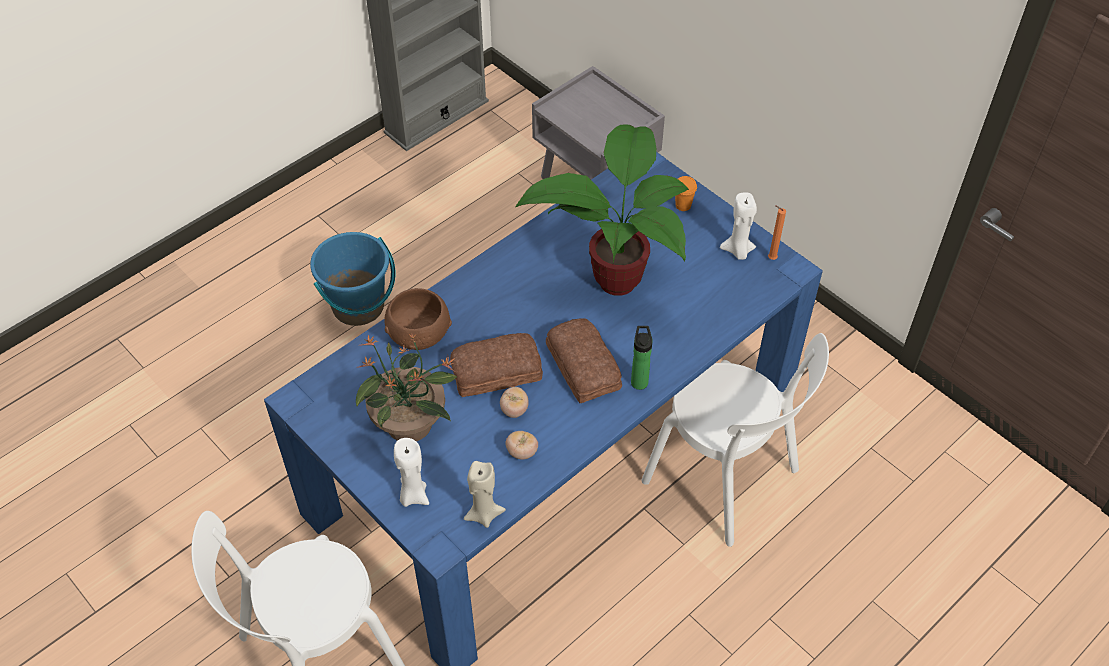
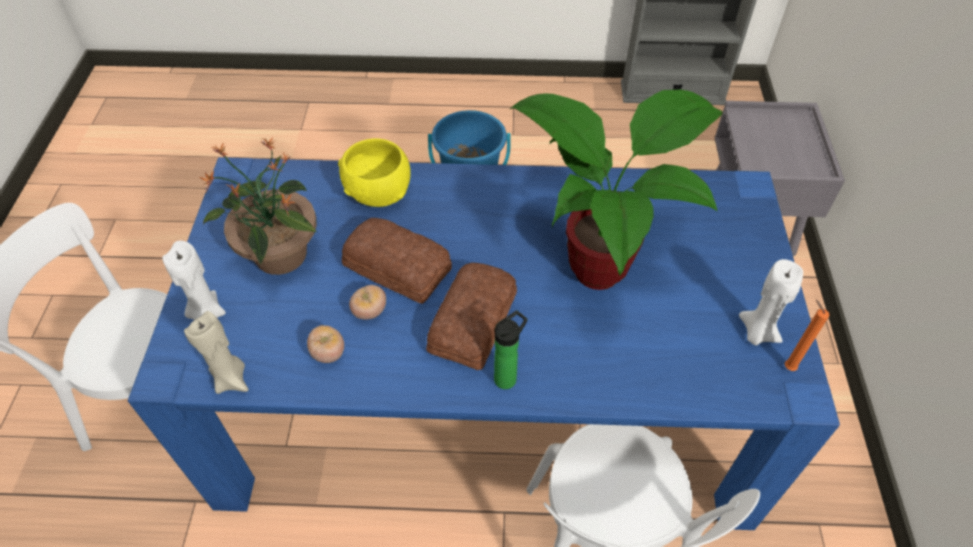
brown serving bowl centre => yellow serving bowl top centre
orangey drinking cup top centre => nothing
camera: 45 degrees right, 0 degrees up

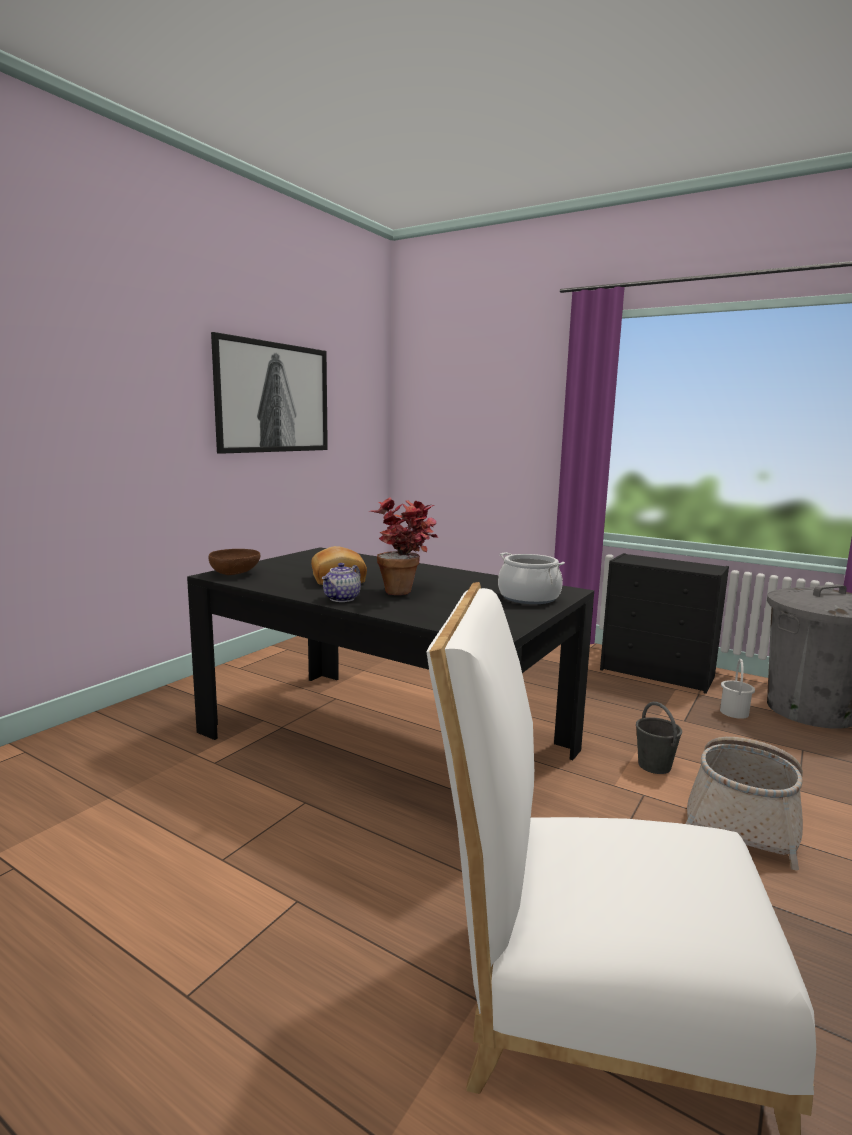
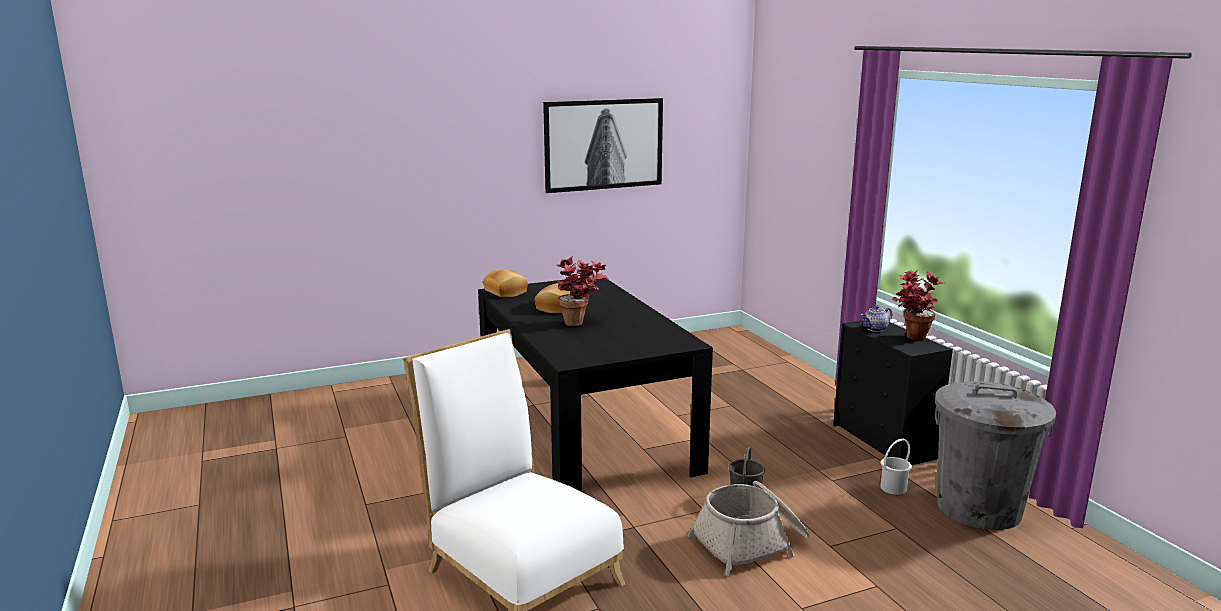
brown serving bowl middle left => bread (no. 1 from left) centre
teapot centre => teapot middle right, shifted
cooking pot centre => nothing
nothing => houseplant (no. 2 from left) middle right
camera: 35 degrees right, 5 degrees up

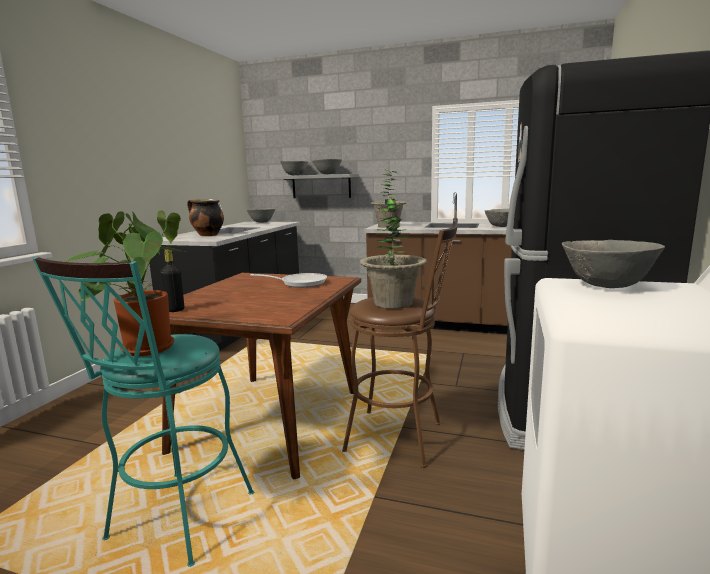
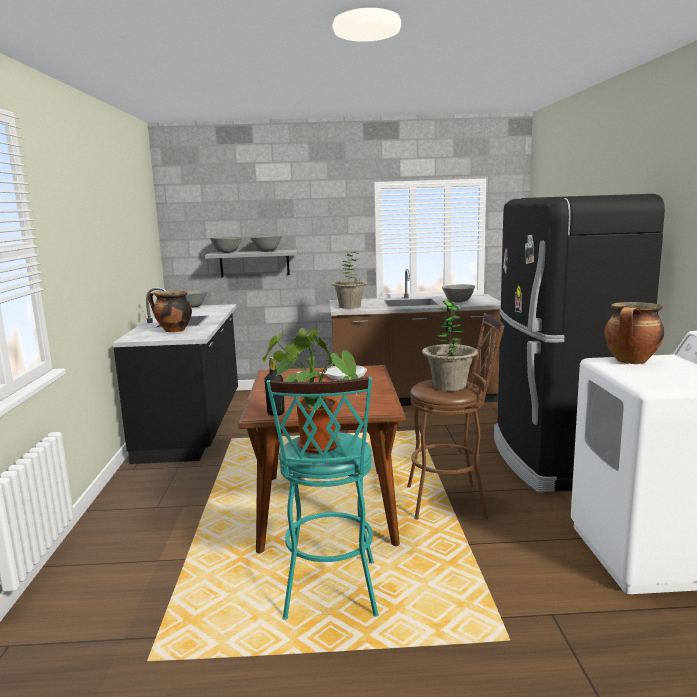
grey serving bowl (no. 5 from left) middle right => cooking pot (no. 2 from left) middle right
camera: 20 degrees left, 0 degrees up

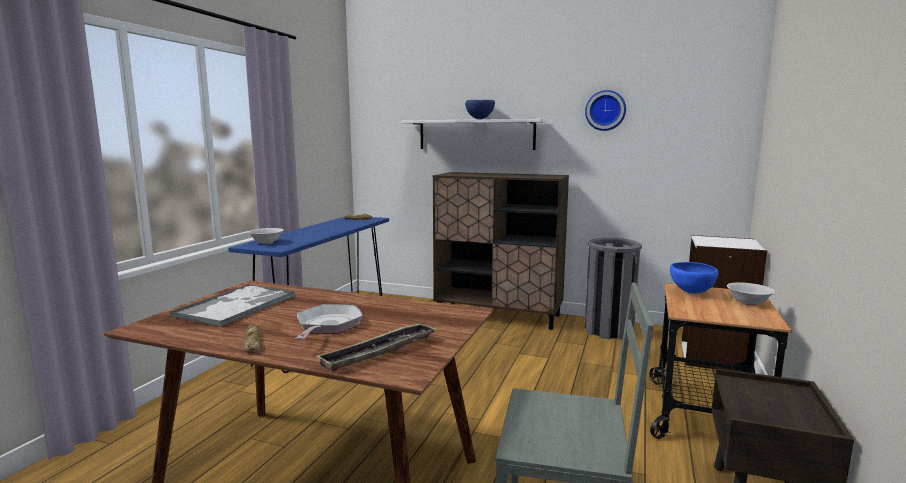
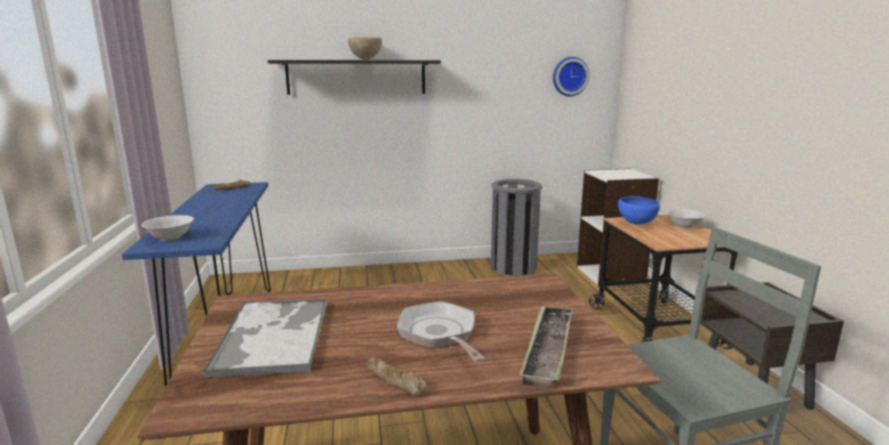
white-coloured shelf top centre => black-coloured shelf top centre
brown cupboard centre => nothing
bluish serving bowl (no. 1 from left) top centre => brown serving bowl top centre
clock on the wall top right => clock on the wall top centre, shifted
camera: 30 degrees left, 5 degrees up

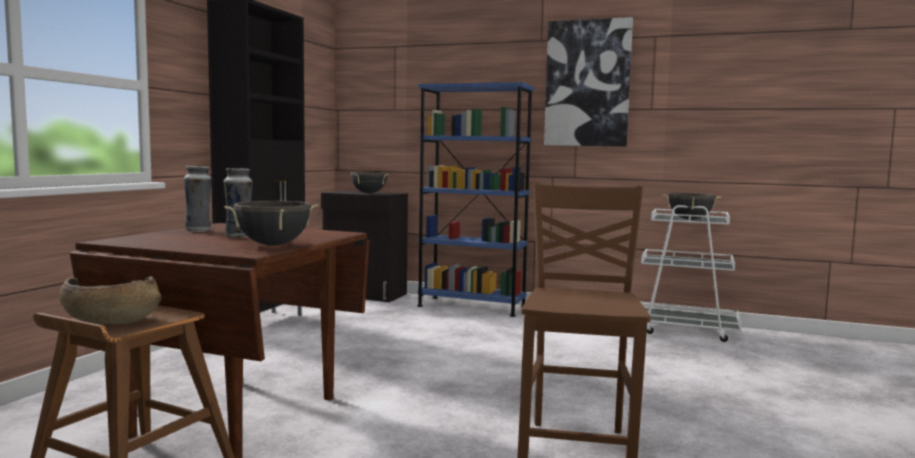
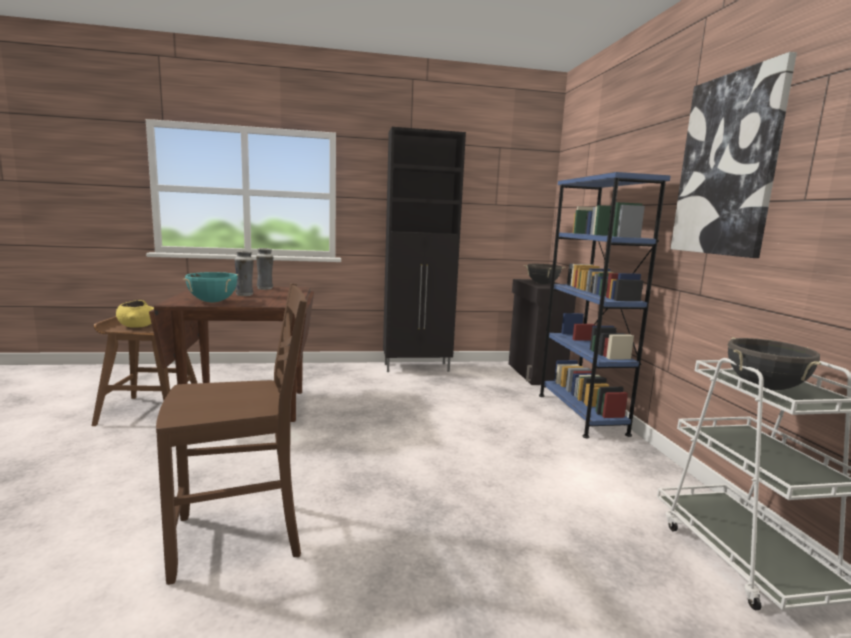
brown serving bowl middle left => yellow serving bowl middle left
black-coloured cooking pot (no. 1 from left) middle left => turquoise cooking pot middle left
camera: 60 degrees right, 5 degrees up

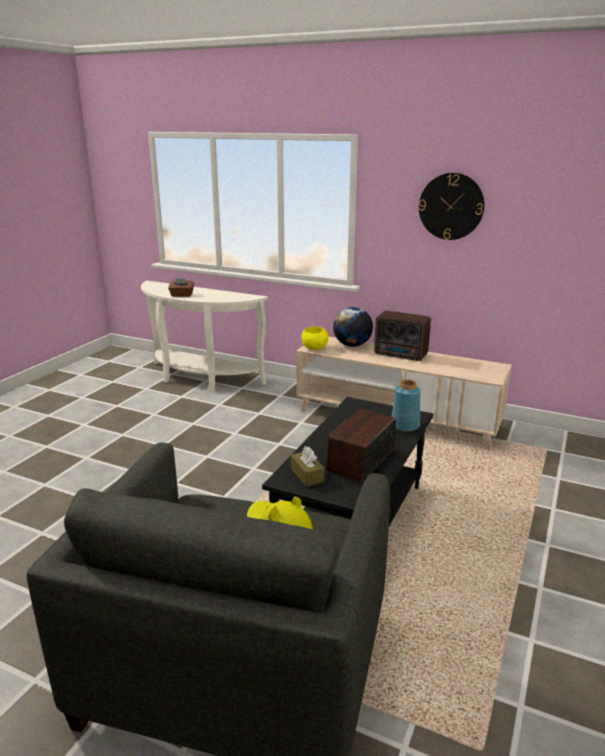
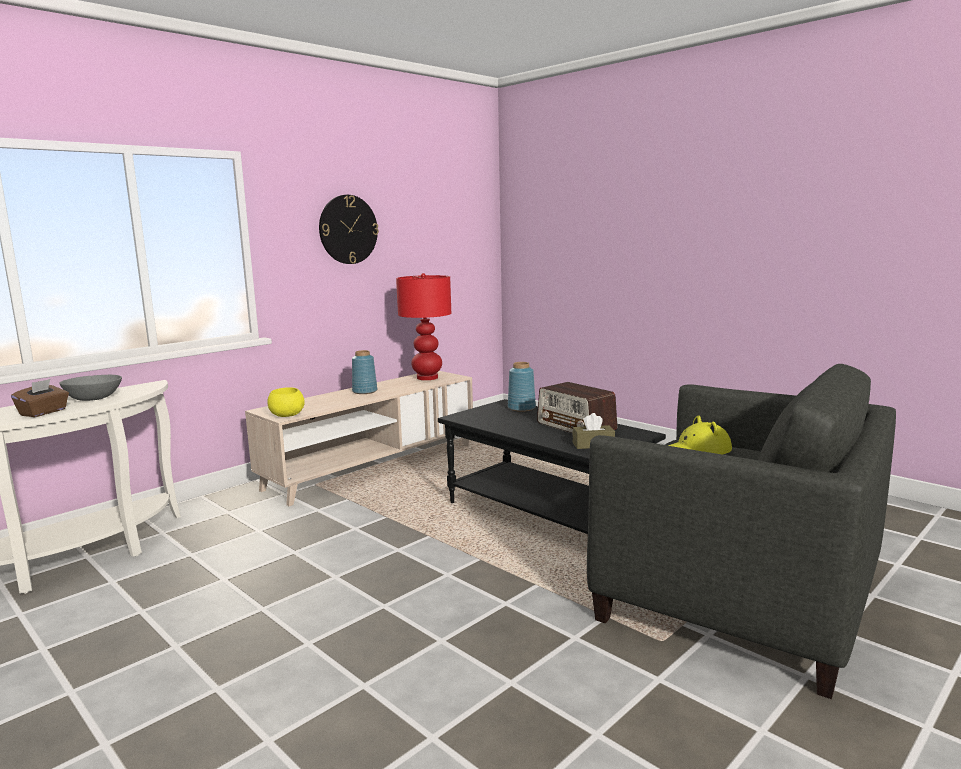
globe centre => nothing
radio receiver (no. 2 from left) centre => bluish flower vase (no. 1 from left) centre
nothing => grey serving bowl middle left
nothing => red-coloured table lamp centre
camera: 70 degrees left, 10 degrees down

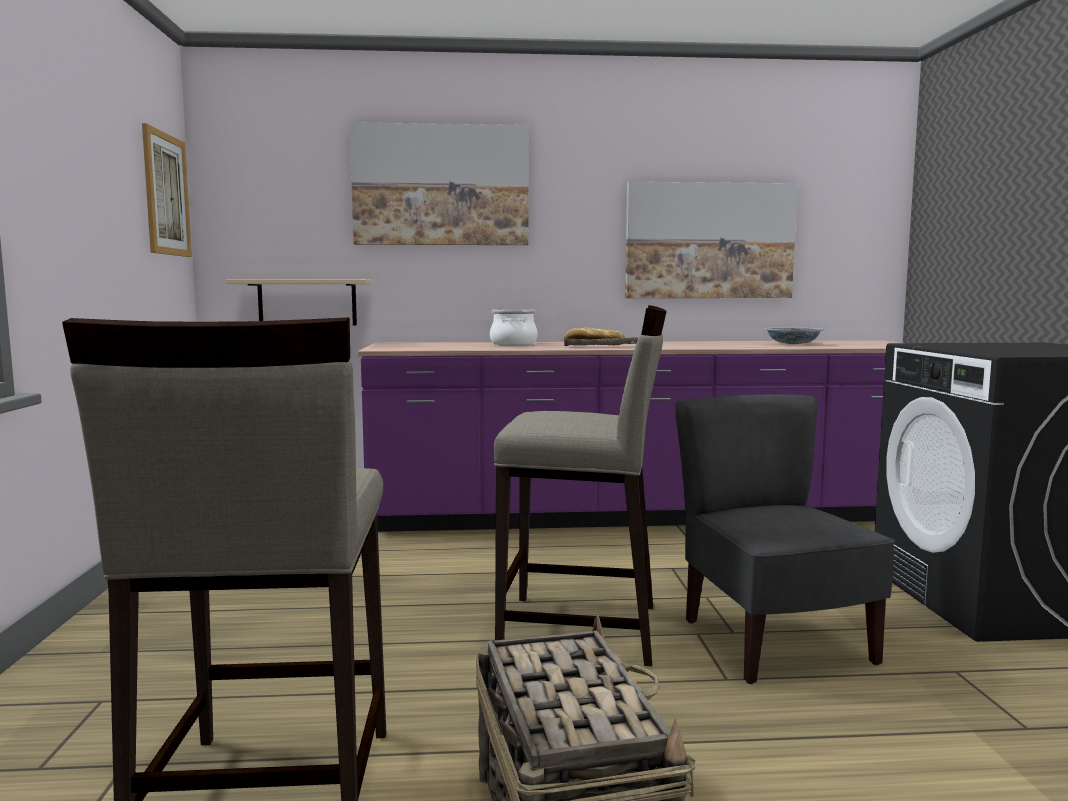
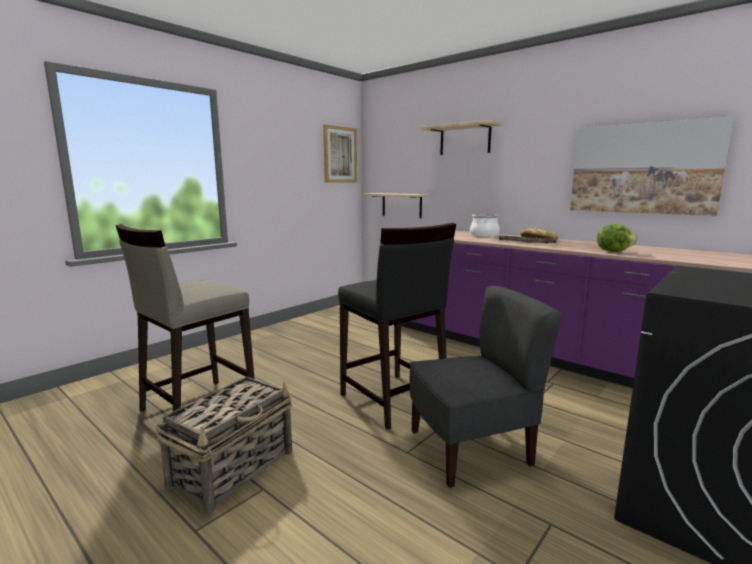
wall art (no. 2 from left) top centre => sand-coloured shelf (no. 2 from left) top centre
sand-coloured sitting stool (no. 2 from left) centre => black-coloured sitting stool centre
grey plain chair bottom right => grey plain chair bottom centre, 45 degrees clockwise
serving bowl middle right => nothing
nothing => head of lettuce middle right
camera: 45 degrees right, 5 degrees up

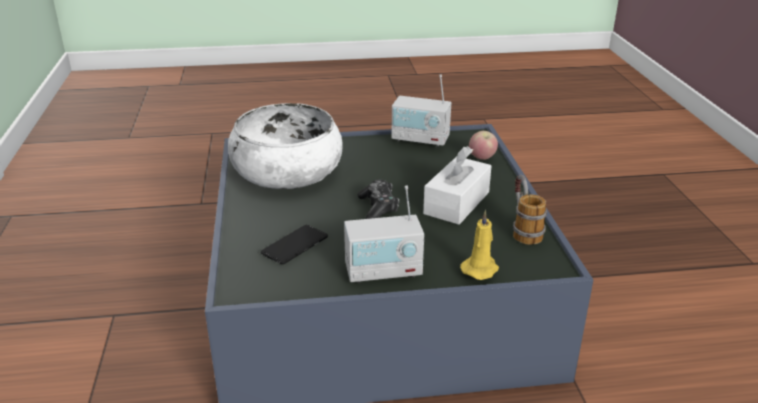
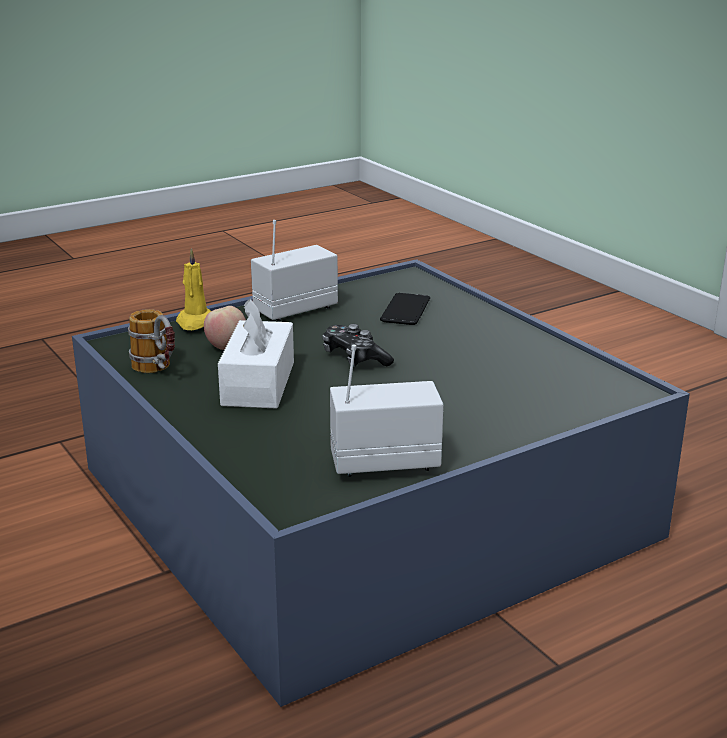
white-coloured serving bowl centre => nothing
whole apple centre => whole apple middle left, shifted
camera: 155 degrees right, 5 degrees down

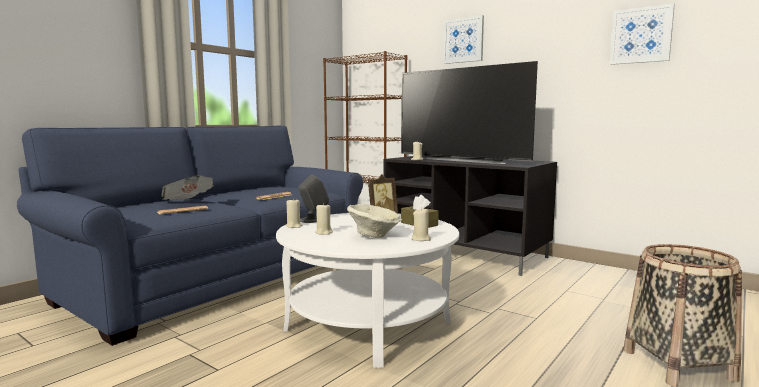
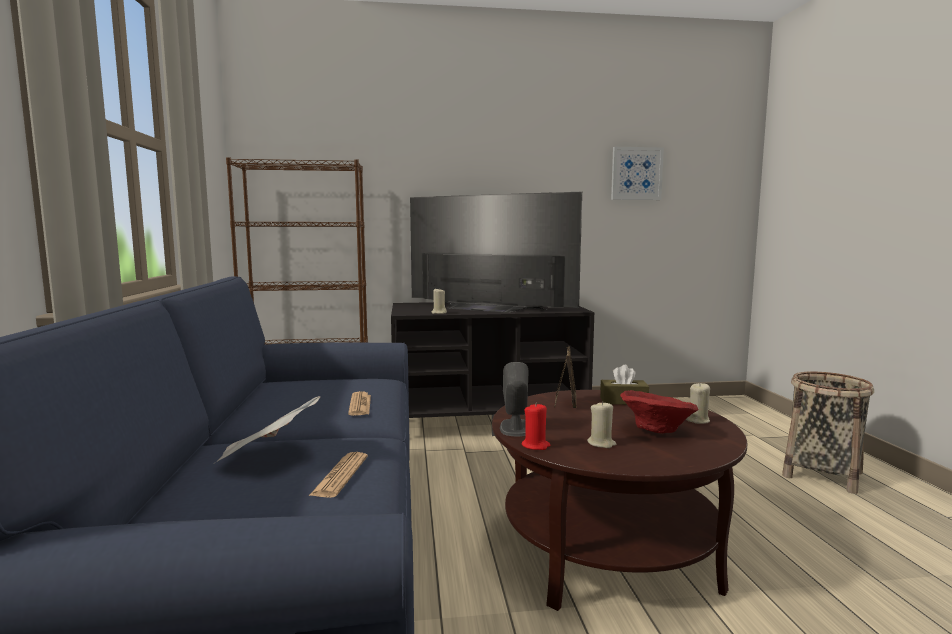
white-coloured low table bottom centre => brown low table bottom centre
sand-coloured candle (no. 1 from left) centre => red-coloured candle bottom centre
sand-coloured serving bowl centre => red-coloured serving bowl middle right
television top centre => television centre, 150 degrees counterclockwise
wall art (no. 1 from left) top centre => nothing
camera: 45 degrees left, 0 degrees up

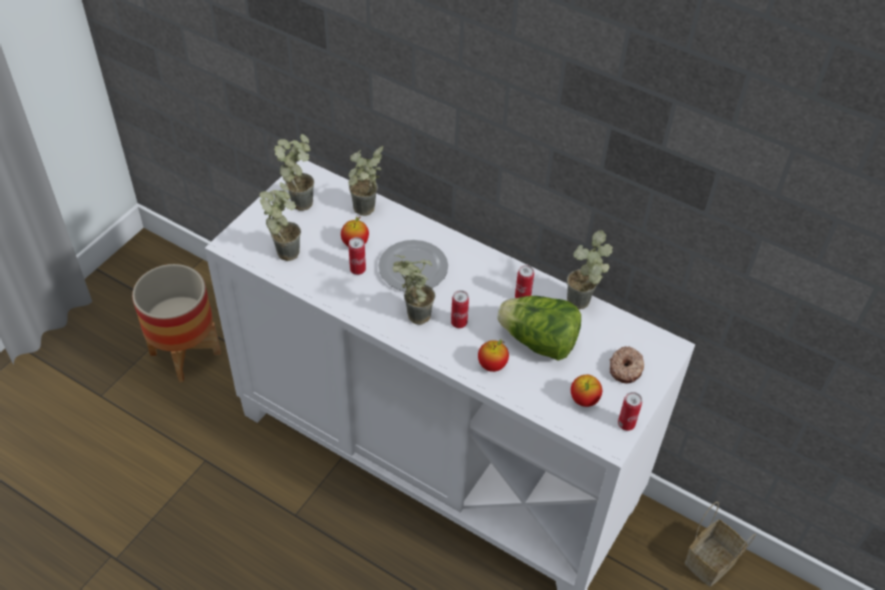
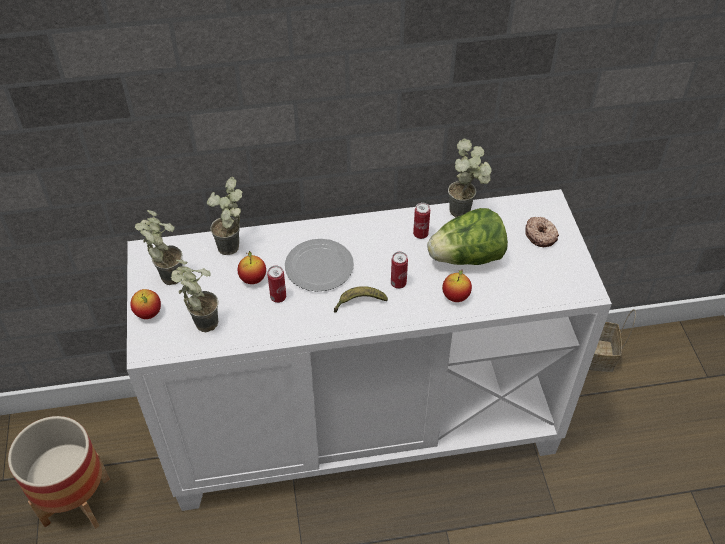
houseplant (no. 4 from left) centre => banana fruit centre
whole apple (no. 3 from left in the first image) centre => whole apple (no. 1 from left) middle left, shifted
metal can (no. 4 from left) bottom right => nothing
camera: 40 degrees left, 0 degrees up

